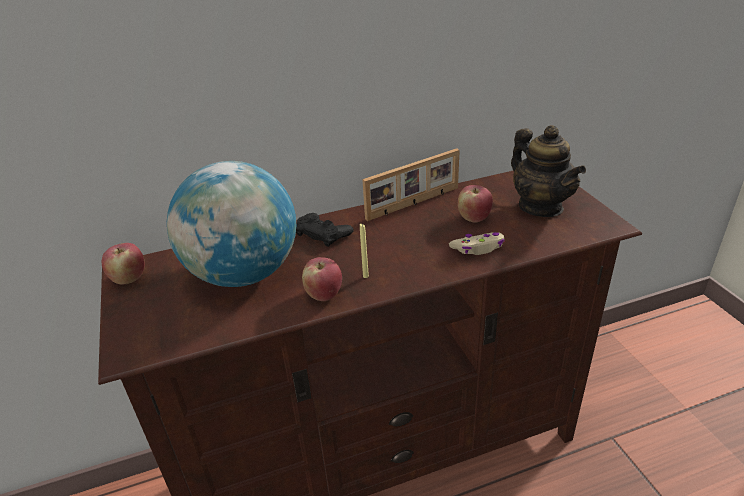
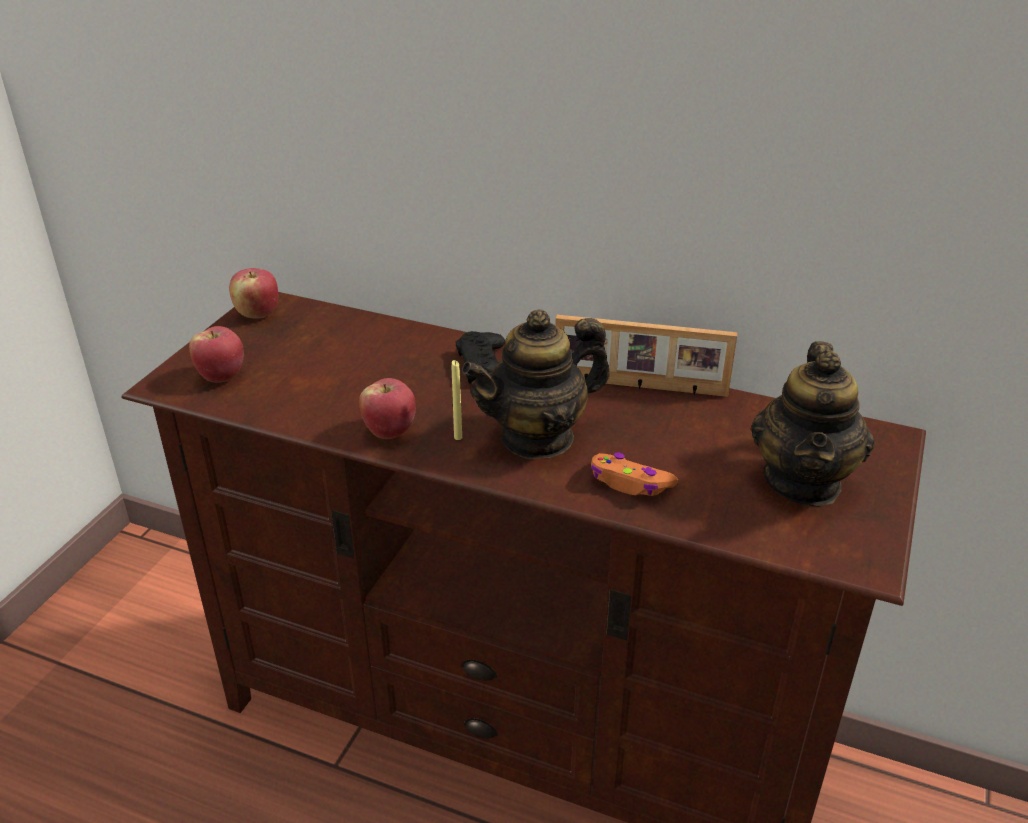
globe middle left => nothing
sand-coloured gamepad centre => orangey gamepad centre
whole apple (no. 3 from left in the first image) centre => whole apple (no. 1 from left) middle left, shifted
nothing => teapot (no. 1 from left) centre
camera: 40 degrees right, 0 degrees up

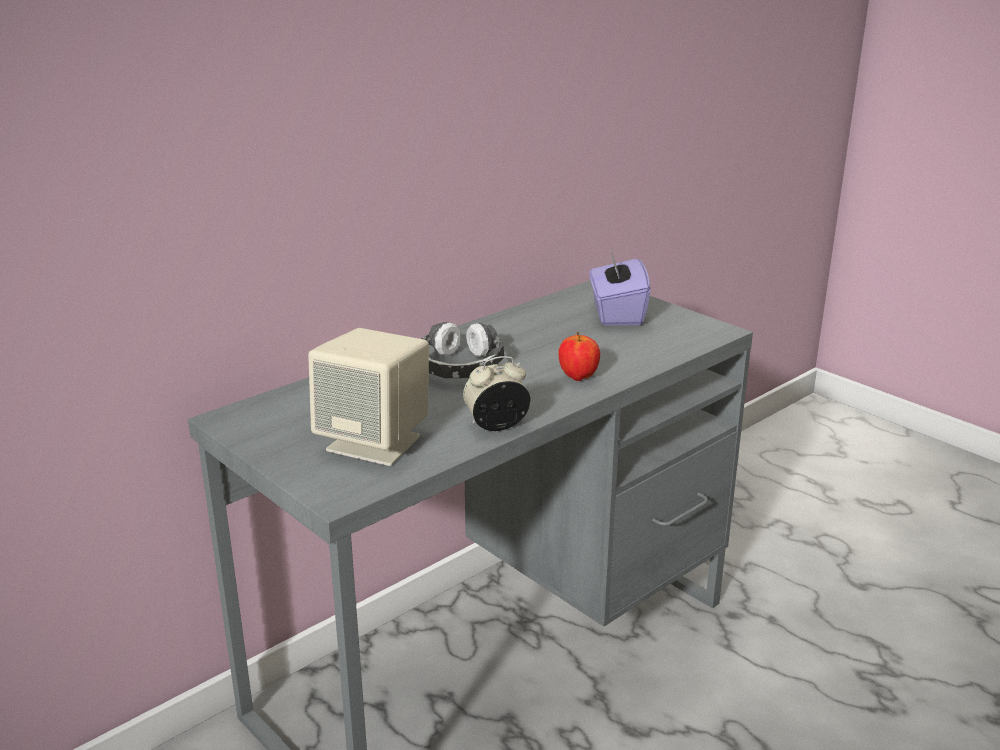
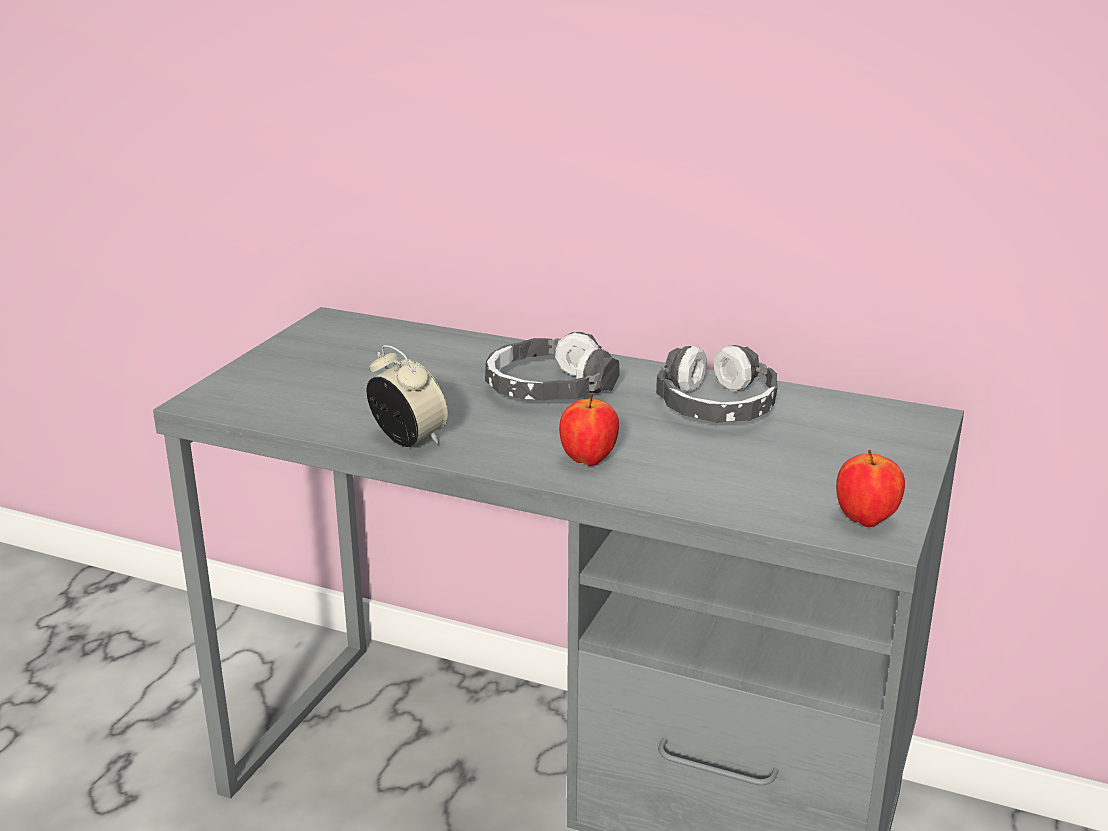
sand-coloured audio speaker centre => nothing
purple-coloured box of tissues centre => nothing
nothing => pair of headphones (no. 2 from left) centre
nothing => whole apple (no. 2 from left) middle right
camera: 65 degrees right, 0 degrees up

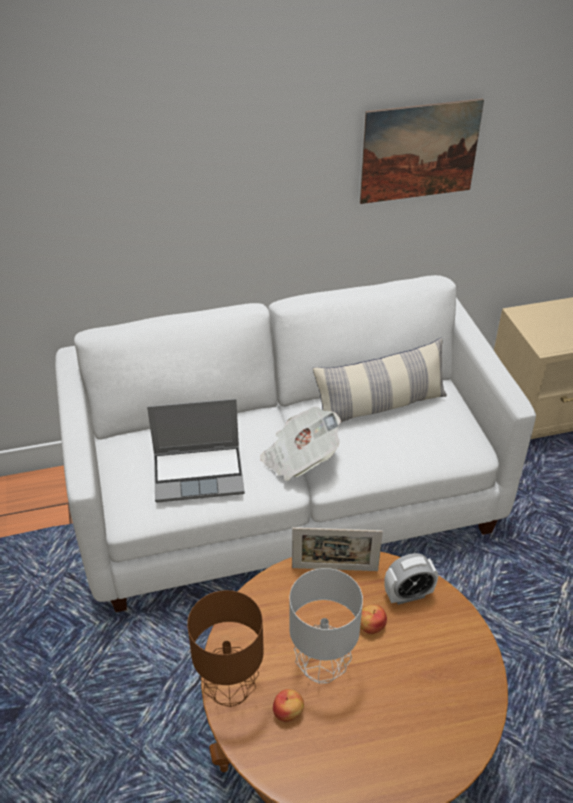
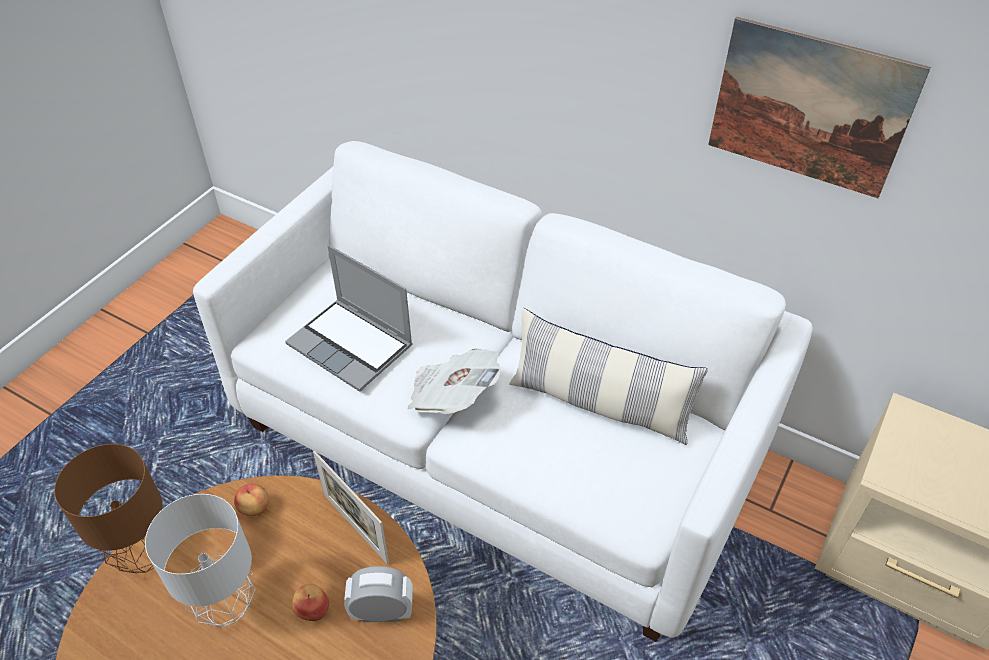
whole apple (no. 1 from left) bottom centre => whole apple (no. 1 from left) bottom left, shifted
table clock bottom right => table clock bottom centre, 150 degrees clockwise
camera: 45 degrees right, 5 degrees up

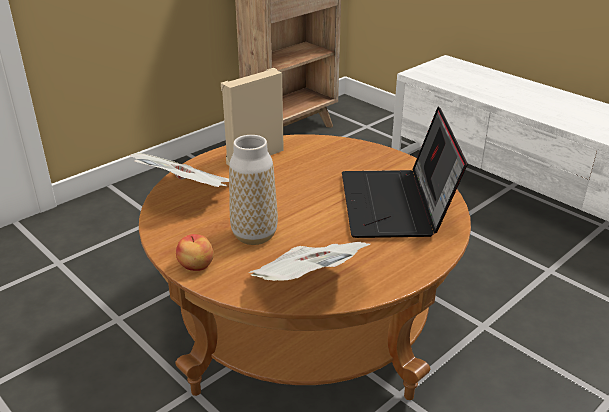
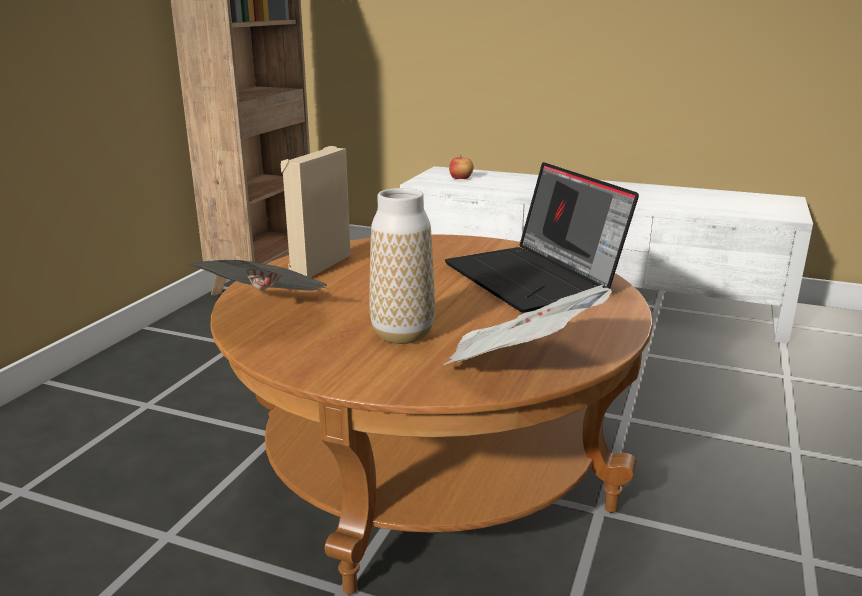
whole apple middle left => whole apple top centre, shifted
camera: 25 degrees left, 10 degrees down

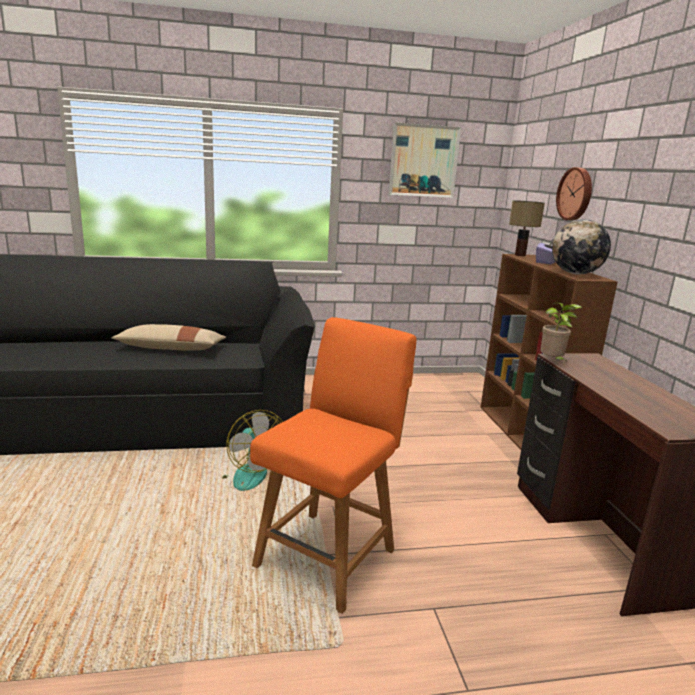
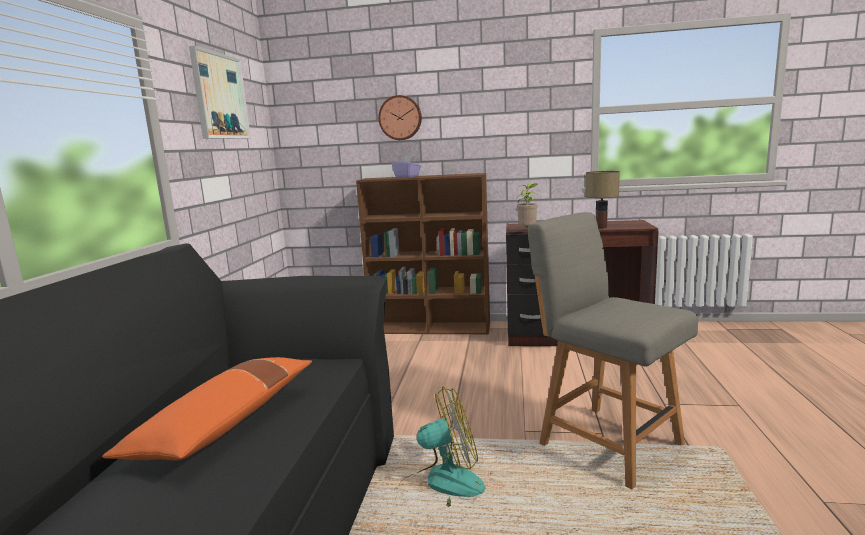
sand-coloured cushion middle left => orangey cushion bottom left
orangey plain chair bottom centre => grey plain chair middle right
table lamp top right => table lamp middle right, shifted
globe middle right => nothing
camera: 70 degrees left, 5 degrees down

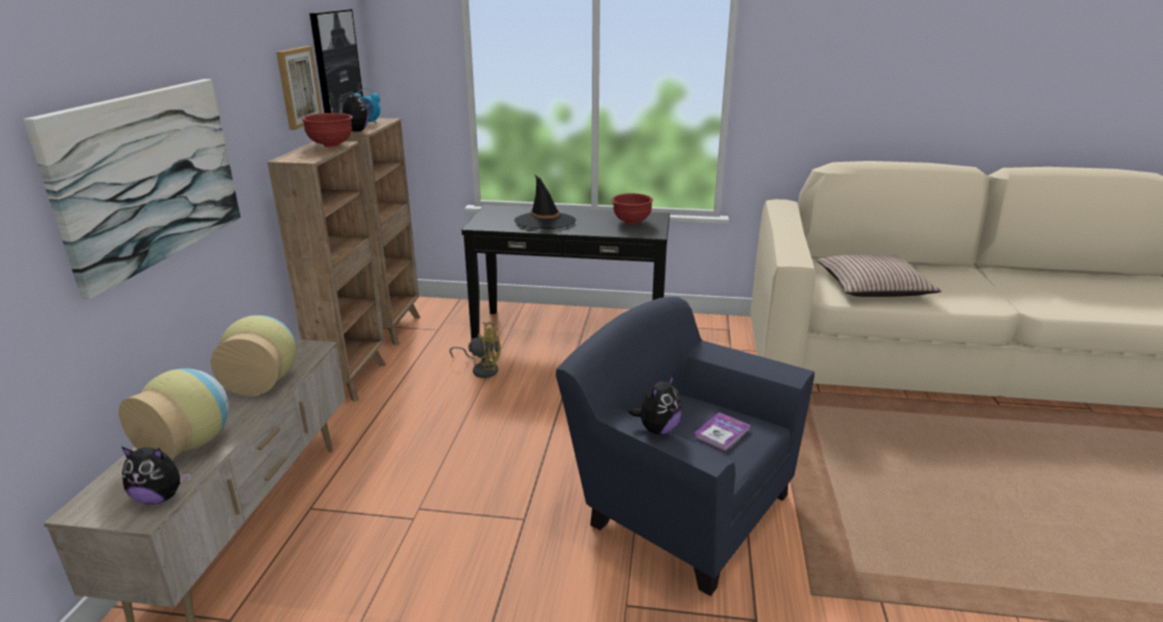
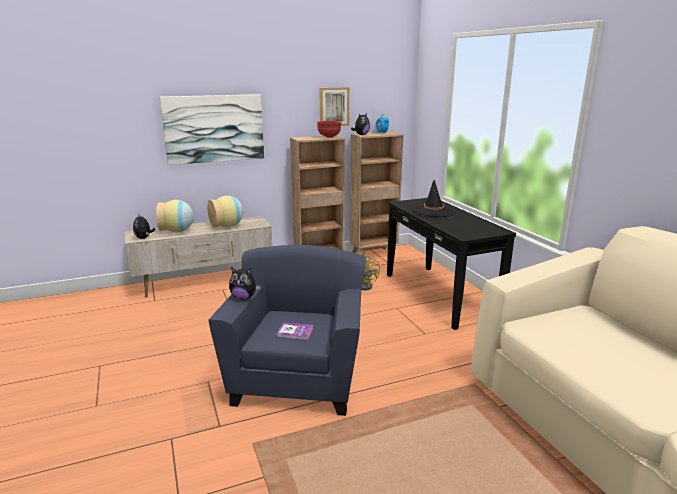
wall art (no. 3 from left) top left => nothing
red-coloured serving bowl (no. 2 from left) centre => nothing
cushion middle right => nothing
camera: 60 degrees right, 5 degrees down

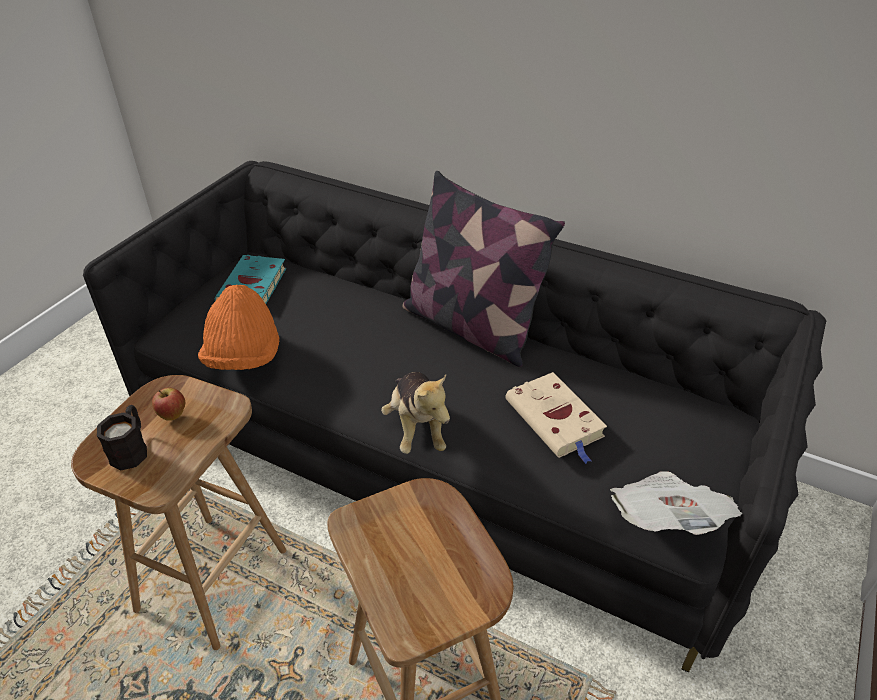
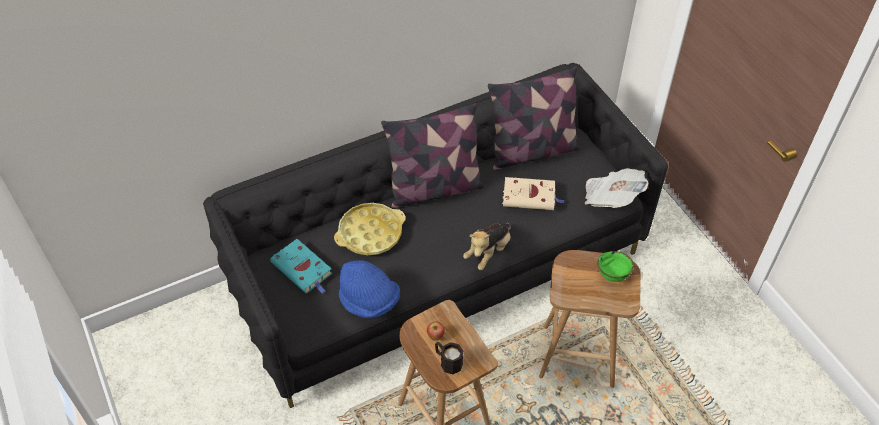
orangey clothing hat middle left => bluish clothing hat bottom centre
cuddly toy centre, 105 degrees clockwise
nothing => yellow serving tray centre
nothing => cushion (no. 2 from left) top centre
nothing => green serving bowl middle right
camera: 55 degrees left, 10 degrees up

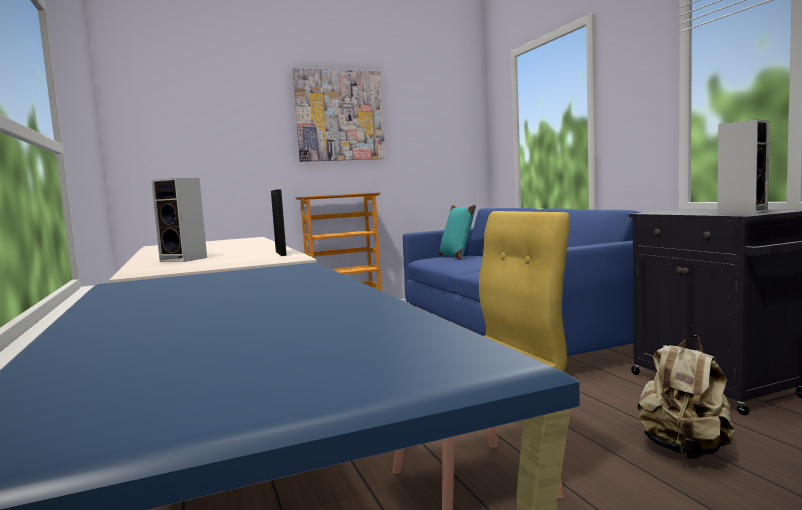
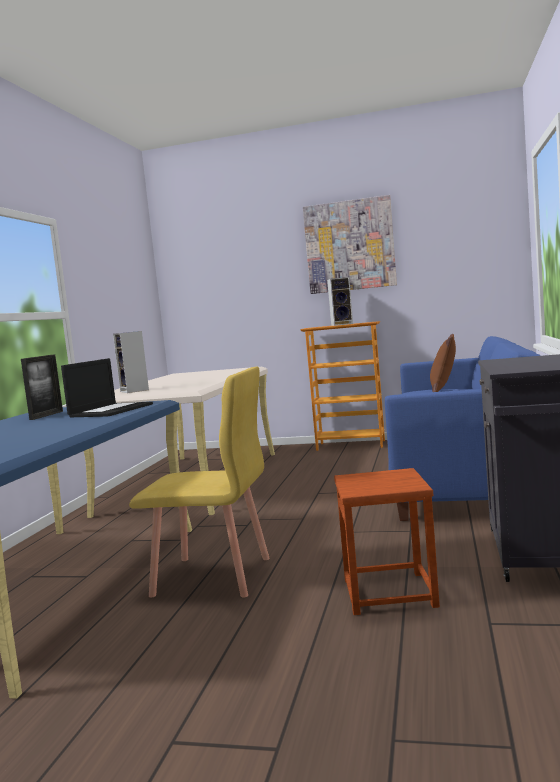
picture frame centre => picture frame middle left, shifted
turquoise cushion centre => brown cushion middle right
sand-coloured knapsack bottom right => brown sitting stool bottom right
audio speaker (no. 2 from left) top right => audio speaker (no. 2 from left) centre, shifted
nothing => laptop middle left
camera: 35 degrees right, 0 degrees up

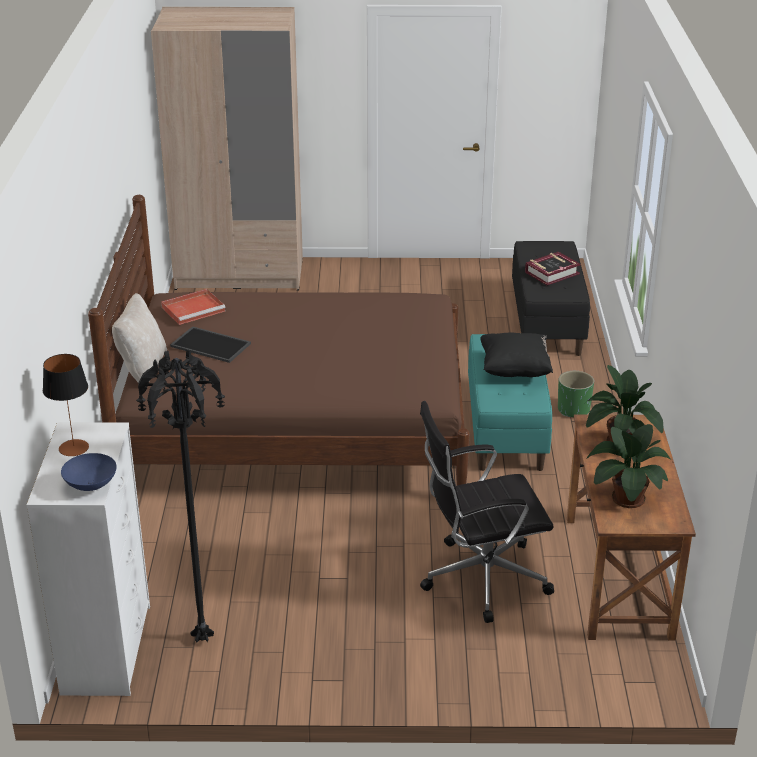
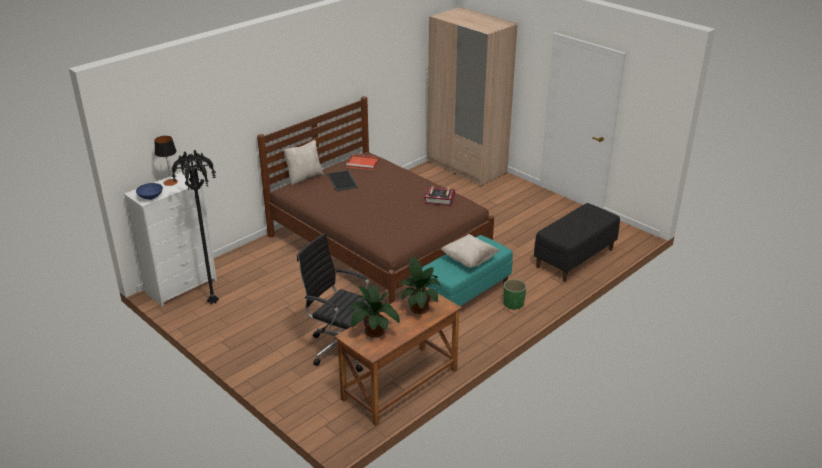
black-coloured cushion middle right => sand-coloured cushion (no. 2 from left) centre
bound book middle right => bound book centre, shifted
camera: 45 degrees right, 0 degrees up

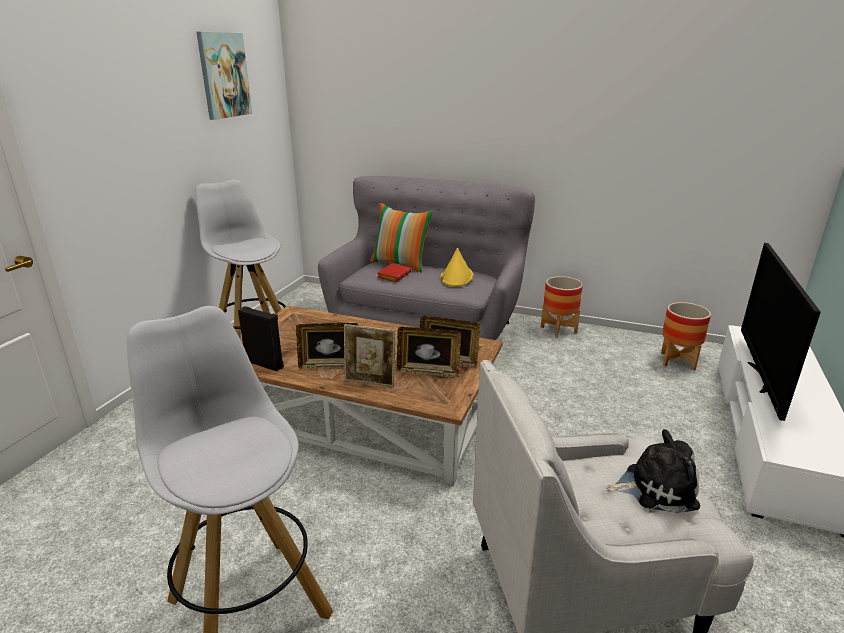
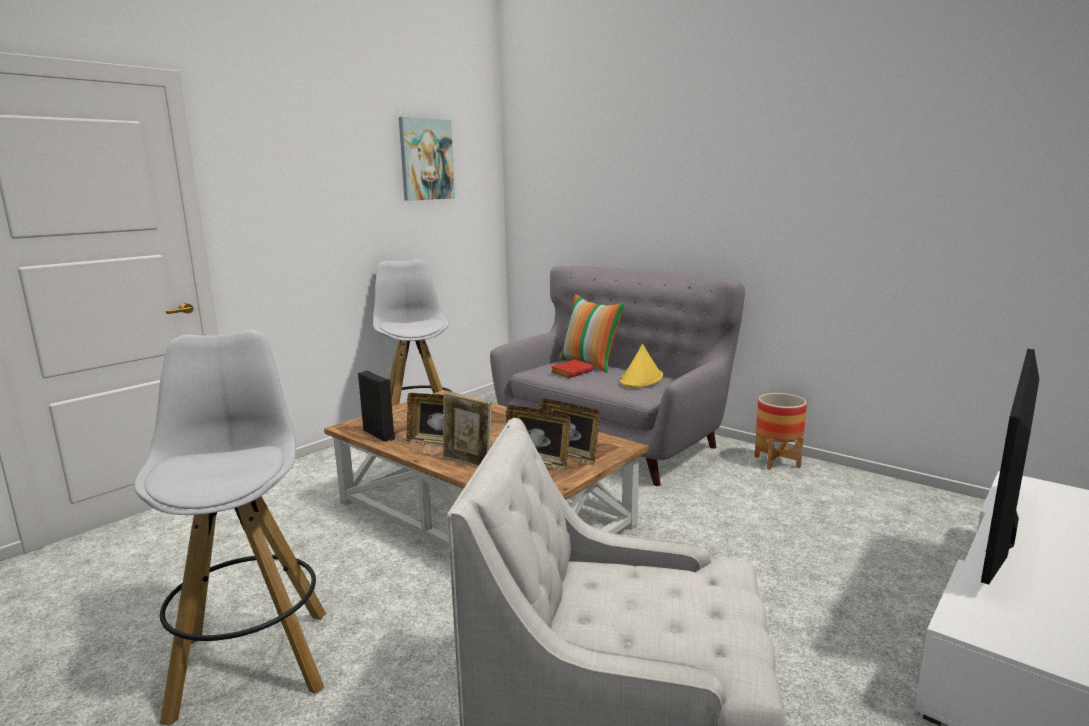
cuddly toy bottom right => nothing
plant pot (no. 2 from left) middle right => nothing
camera: 20 degrees right, 10 degrees down

